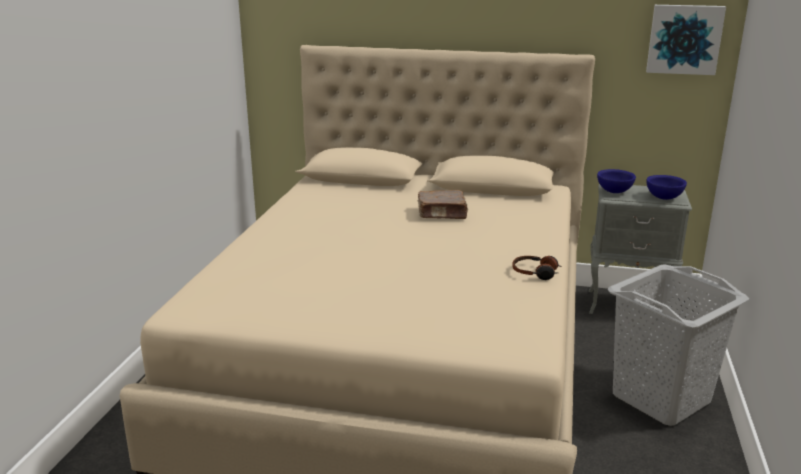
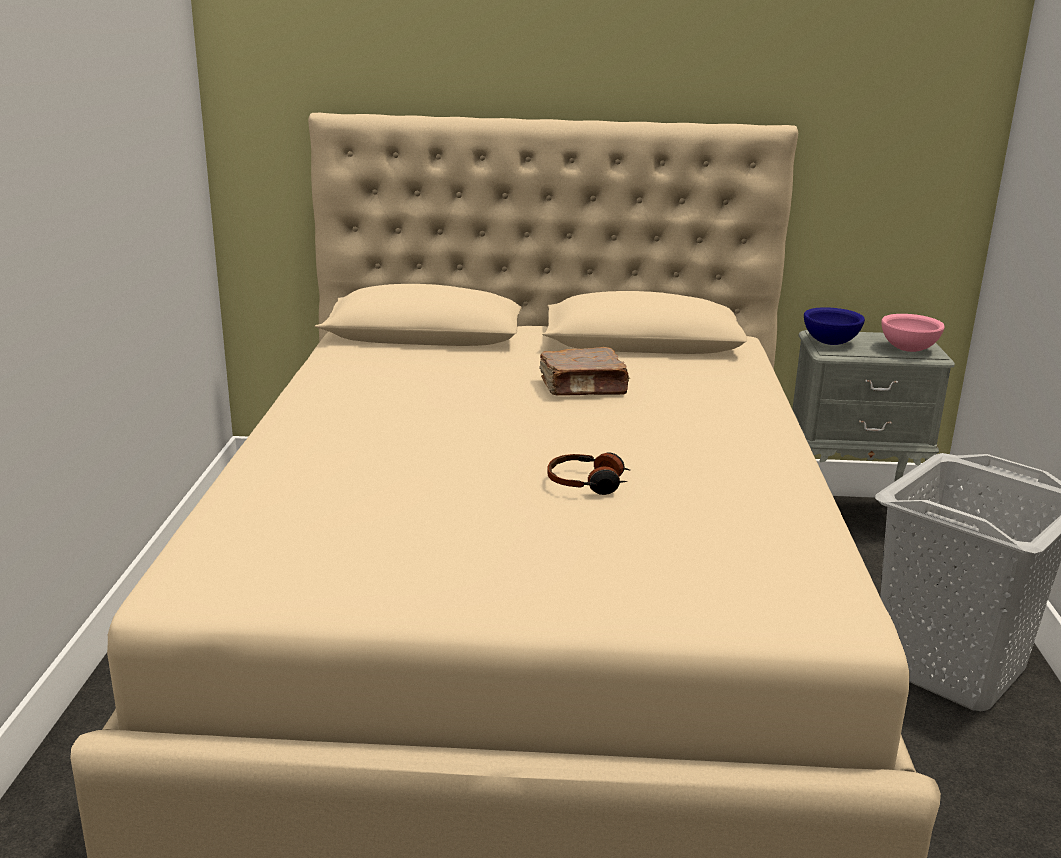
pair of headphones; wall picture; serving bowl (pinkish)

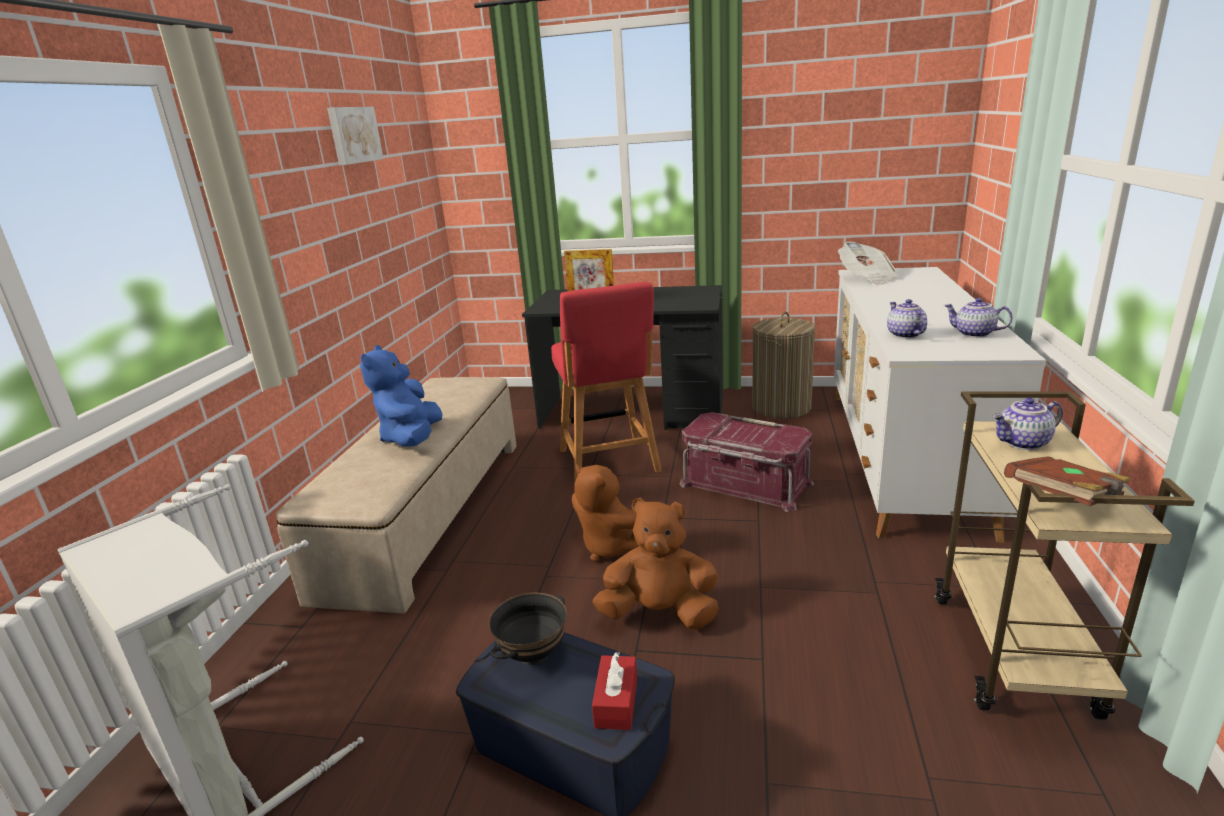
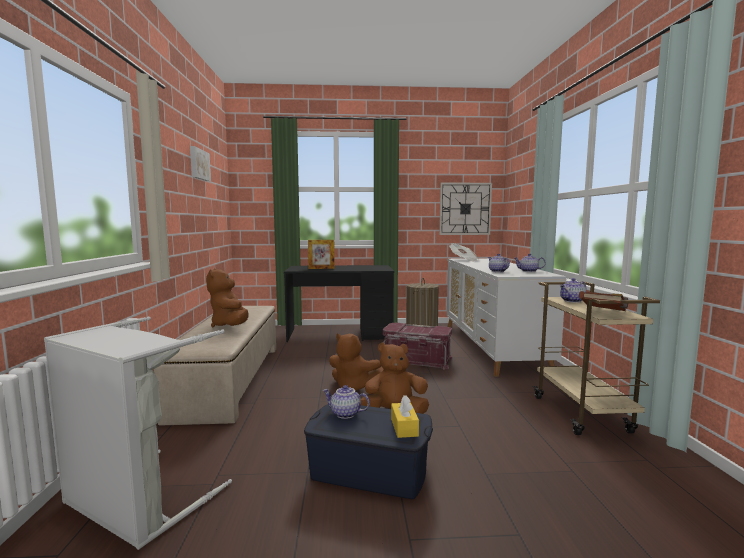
soft toy (brownish) (1st from left); pot for tea (1st from left); upright chair (red); tissue holder (yellow); hanging clock

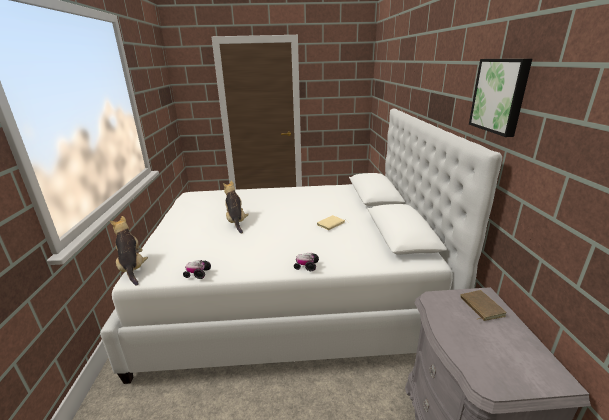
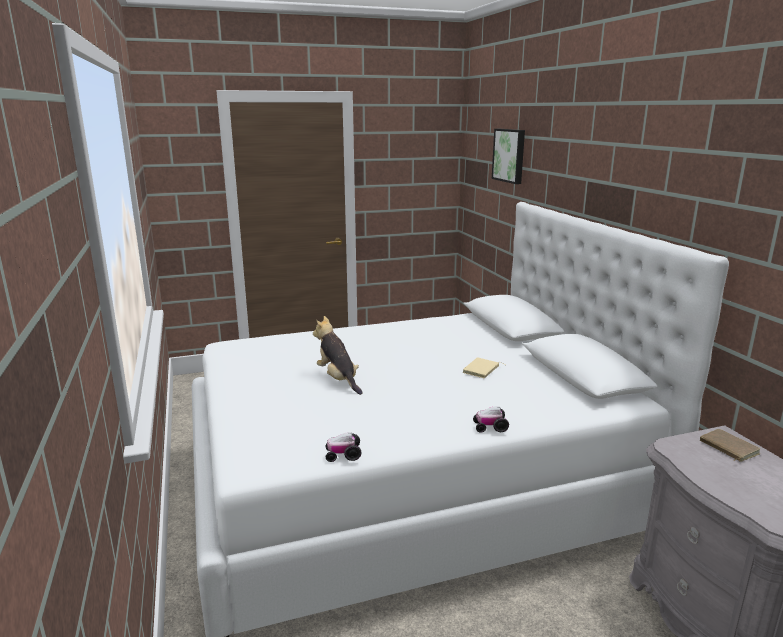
soft toy (1st from left in the first image); wall picture

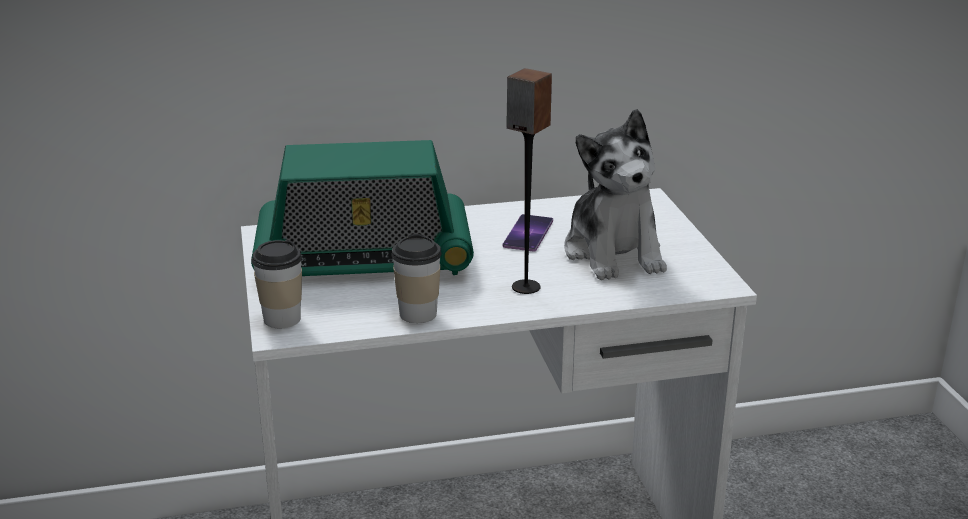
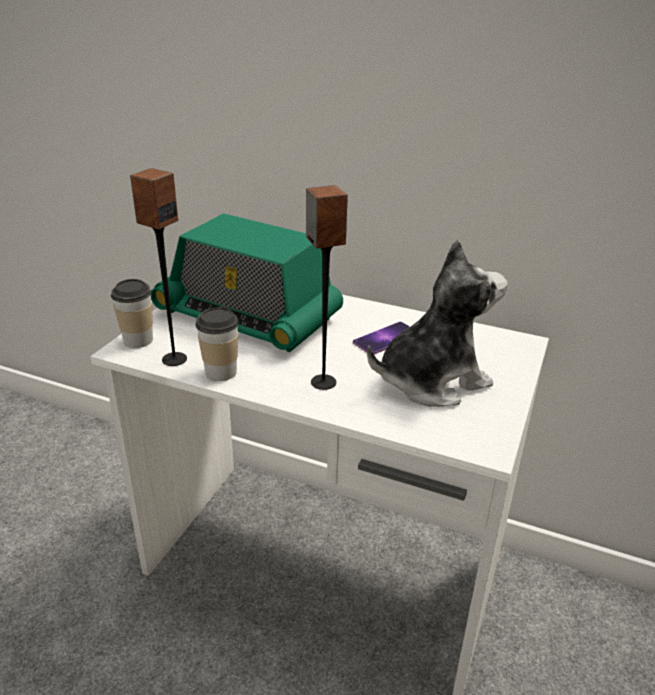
soft toy; loudspeaker (1st from left)

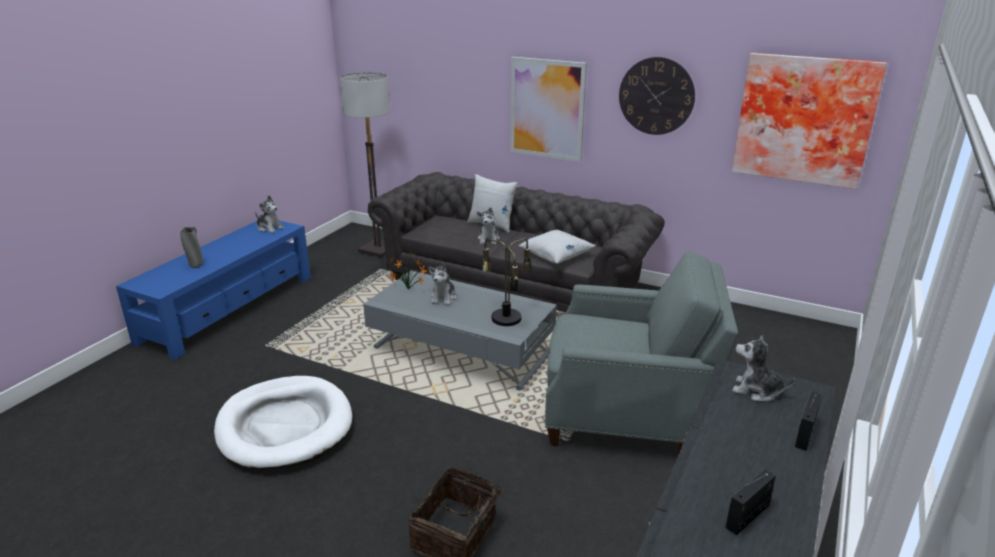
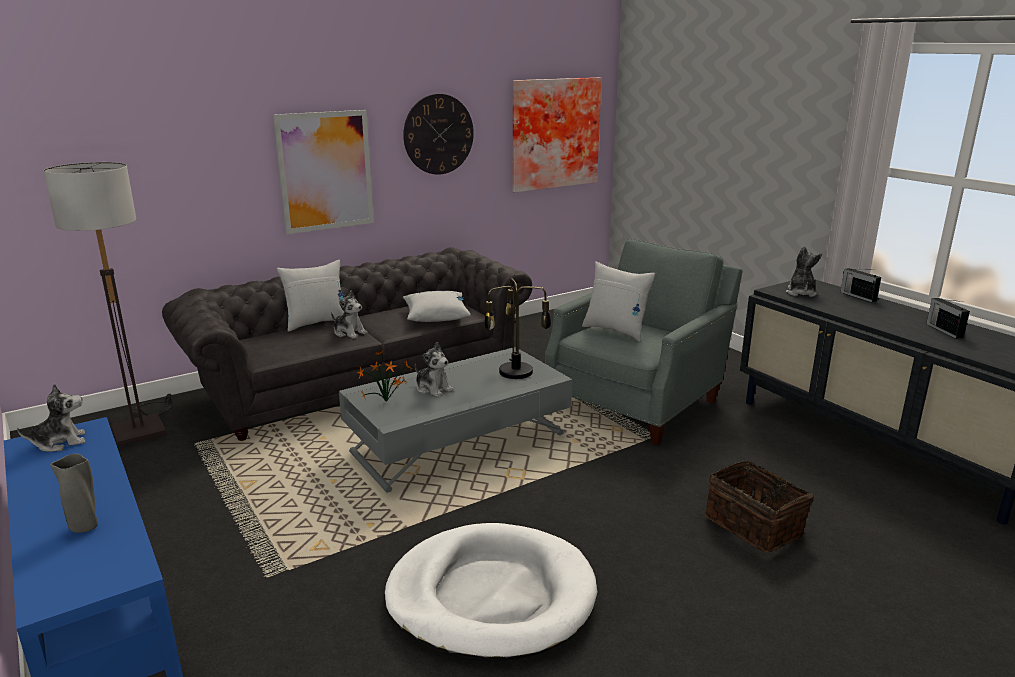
soft toy (4th from left); throw pillow (greyish) (3rd from left)

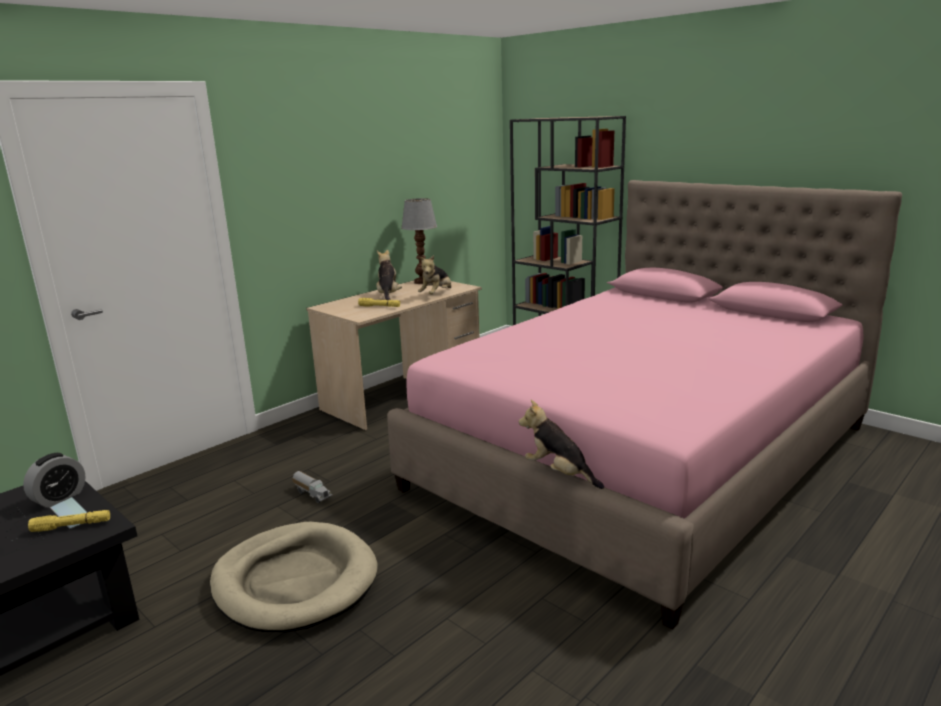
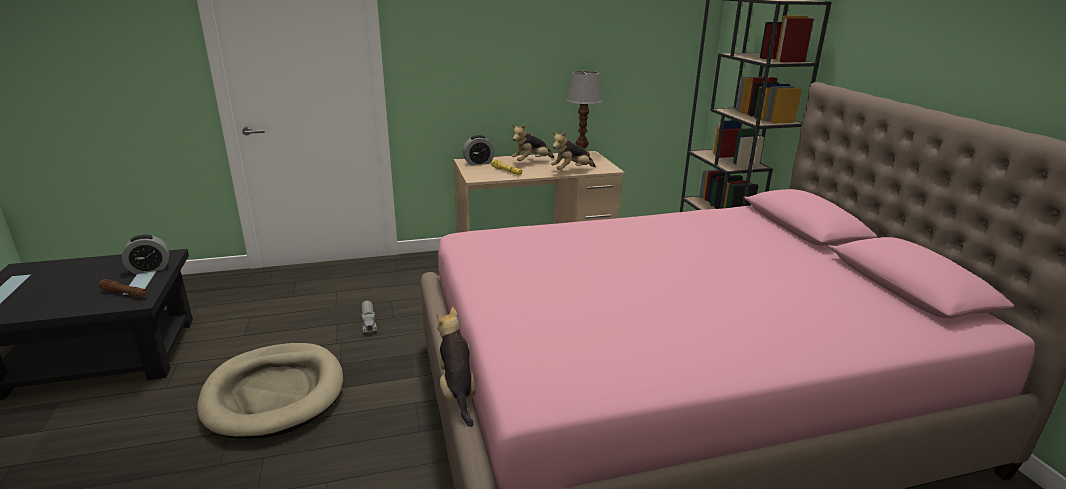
hand torch (brownish); soft toy (2nd from left); table clock (2nd from left)

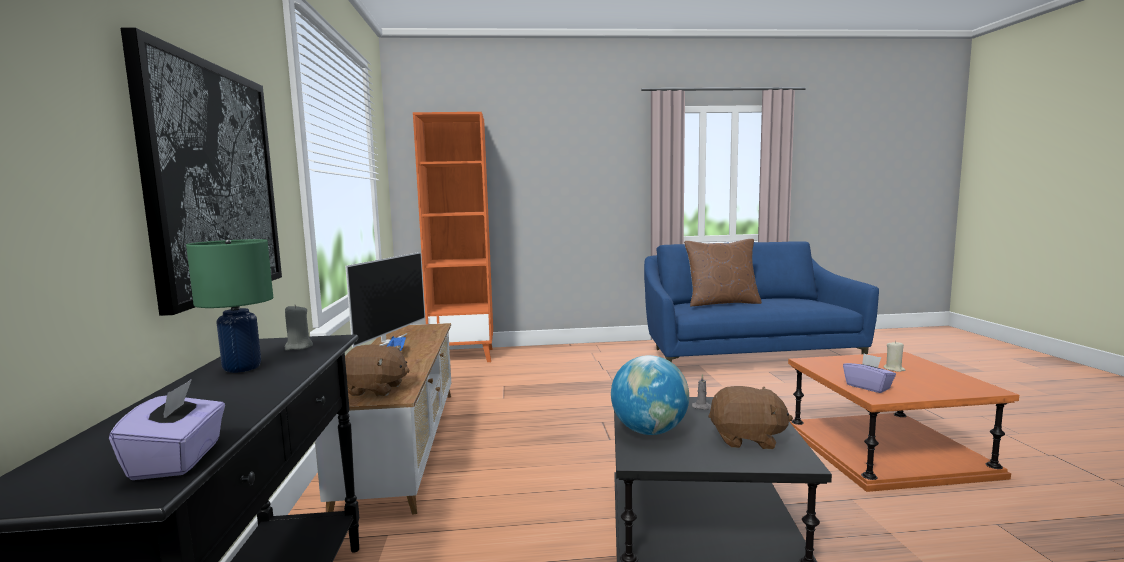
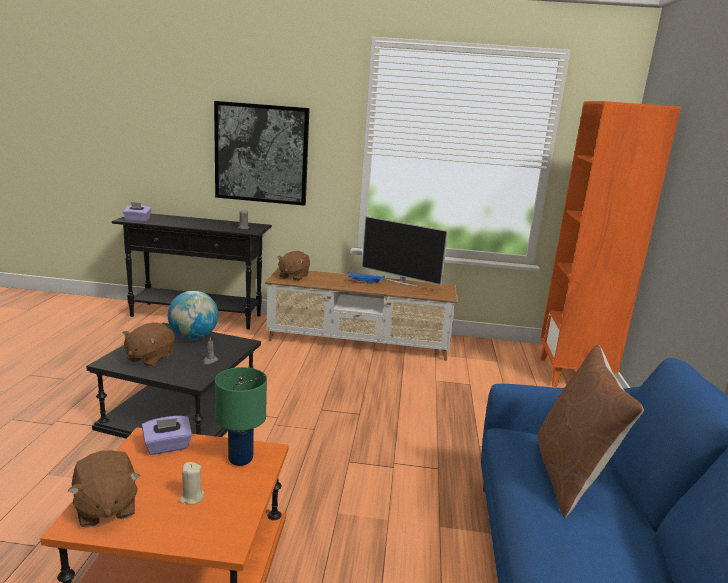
lamp for a table (green); soft toy (brownish) (1st from left)

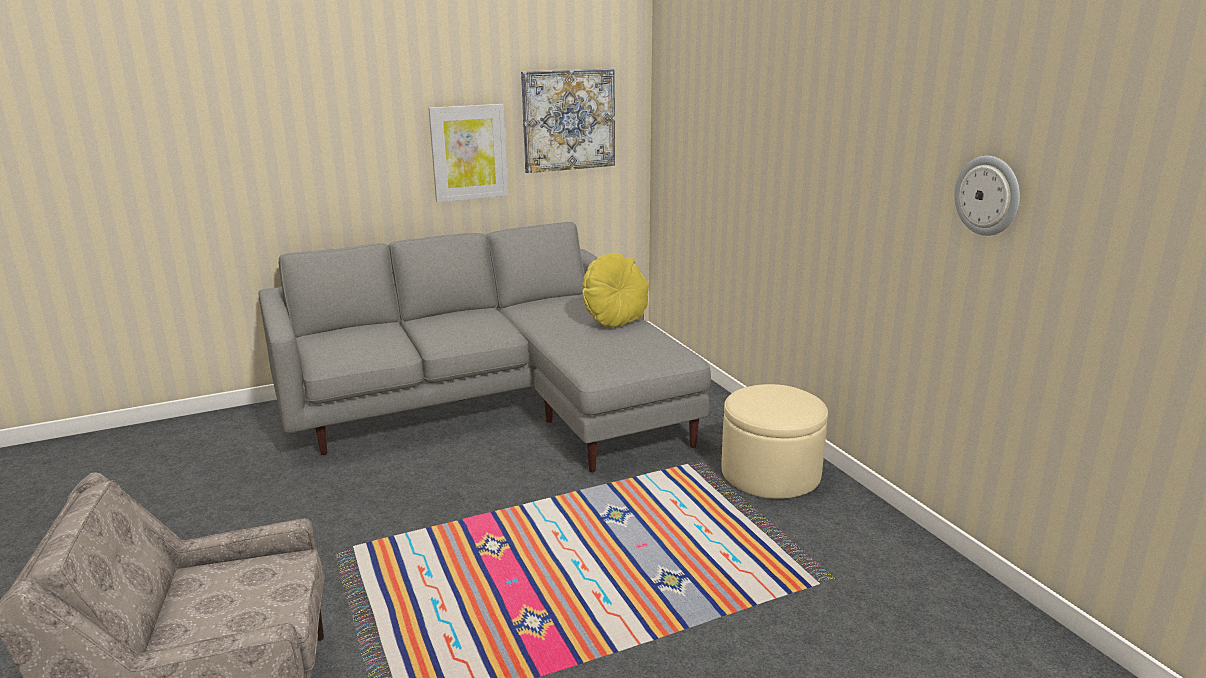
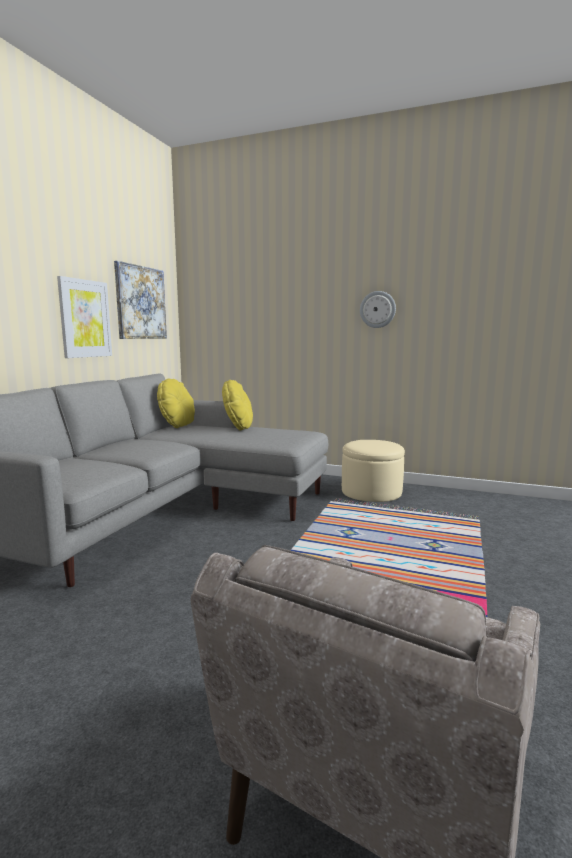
hanging clock; throw pillow (yellow) (1st from left)

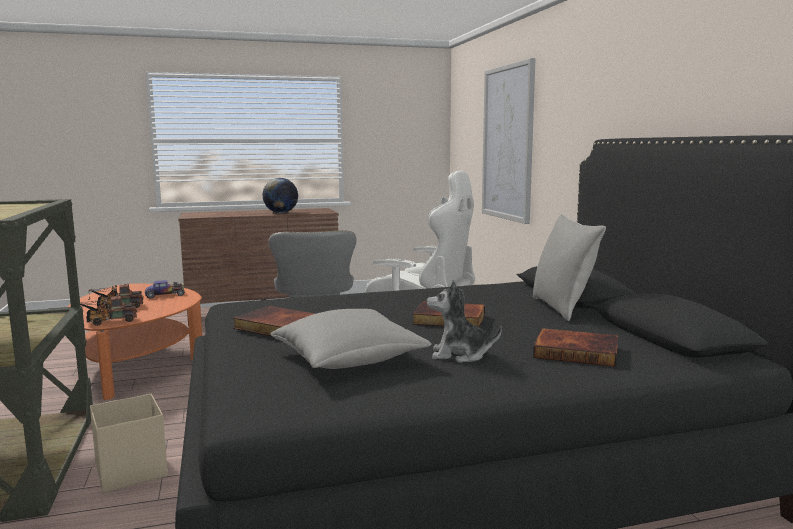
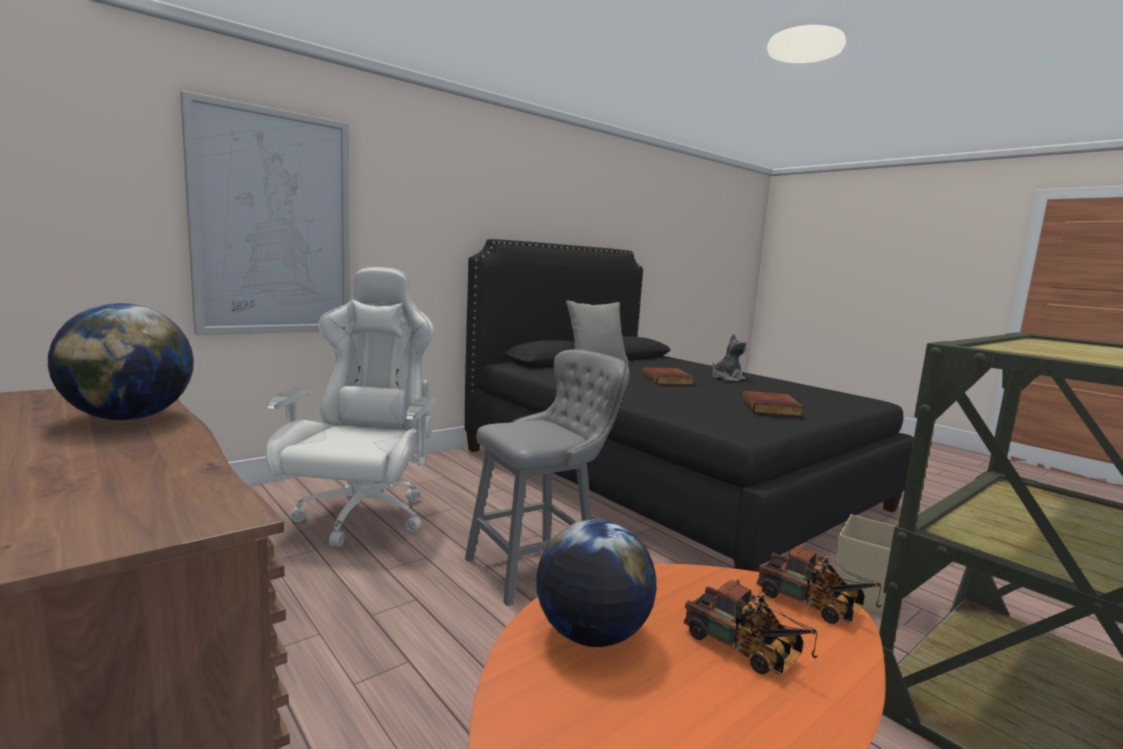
globe (2nd from left); throw pillow (greyish) (1st from left in the first image); soft toy; bound book (3rd from left in the first image)

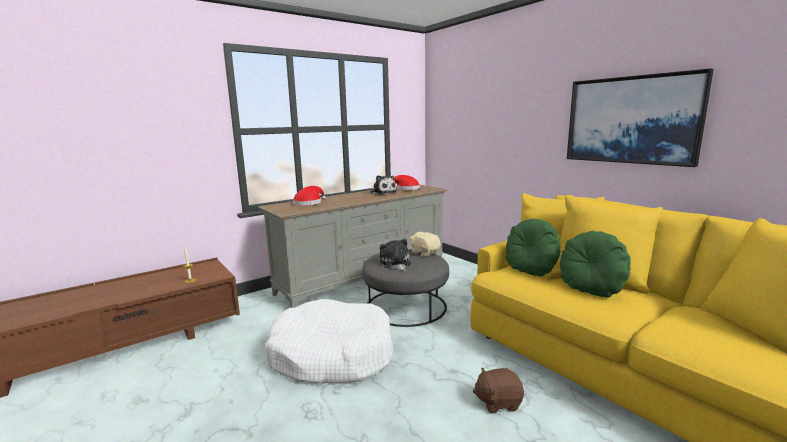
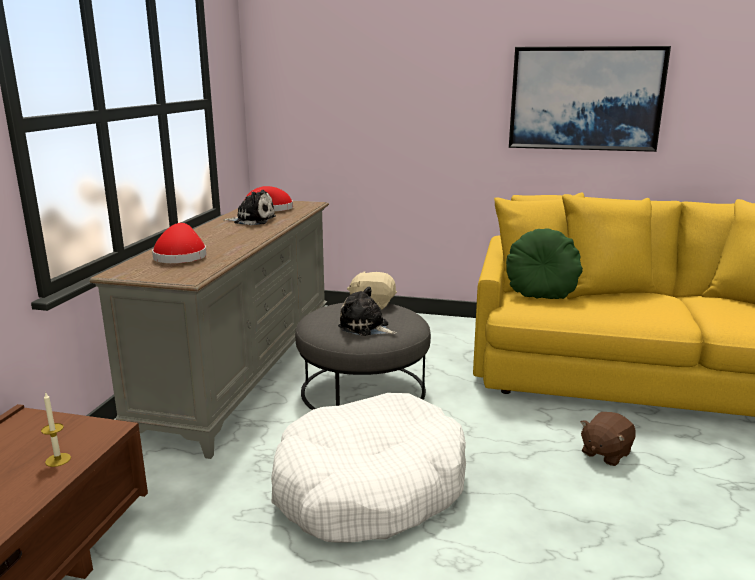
throw pillow (green) (2nd from left in the first image)

